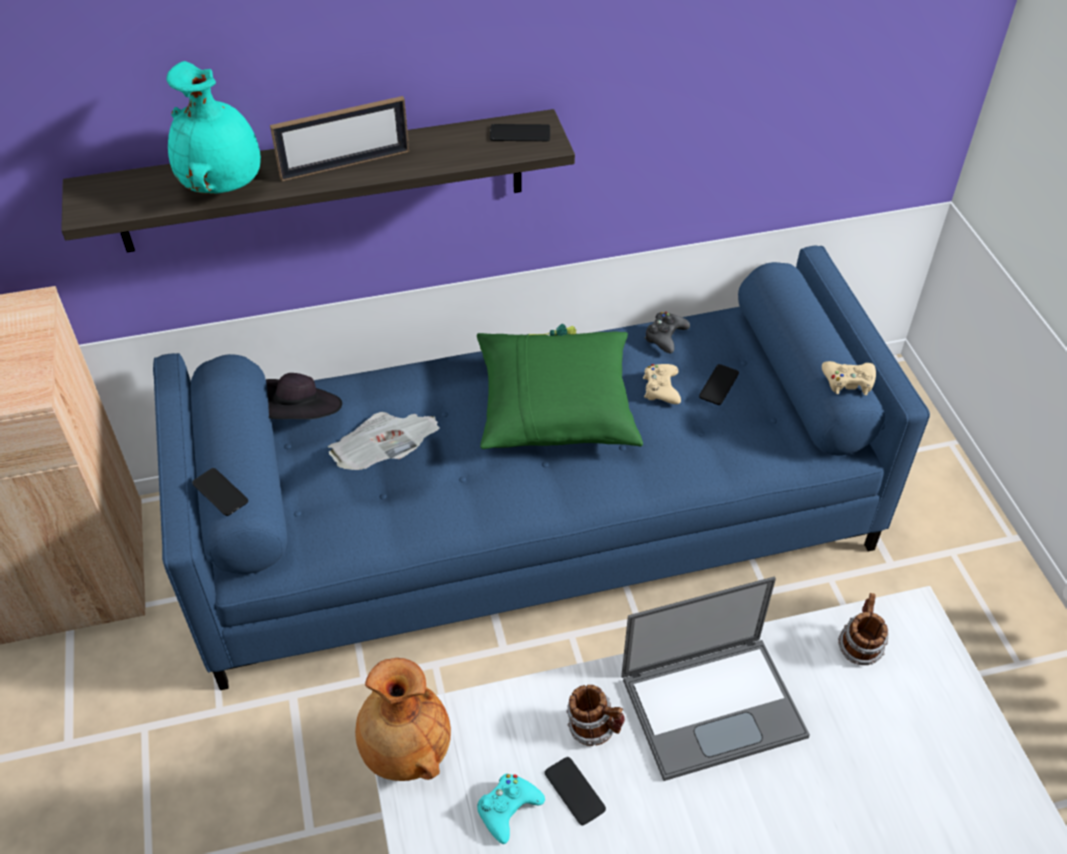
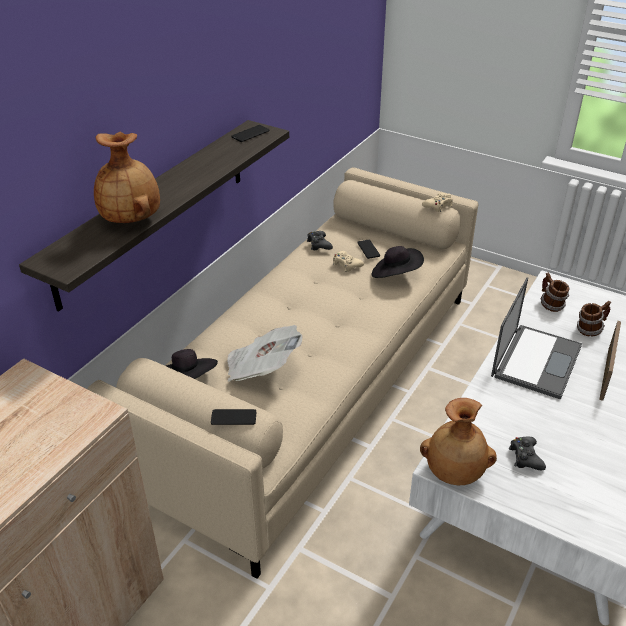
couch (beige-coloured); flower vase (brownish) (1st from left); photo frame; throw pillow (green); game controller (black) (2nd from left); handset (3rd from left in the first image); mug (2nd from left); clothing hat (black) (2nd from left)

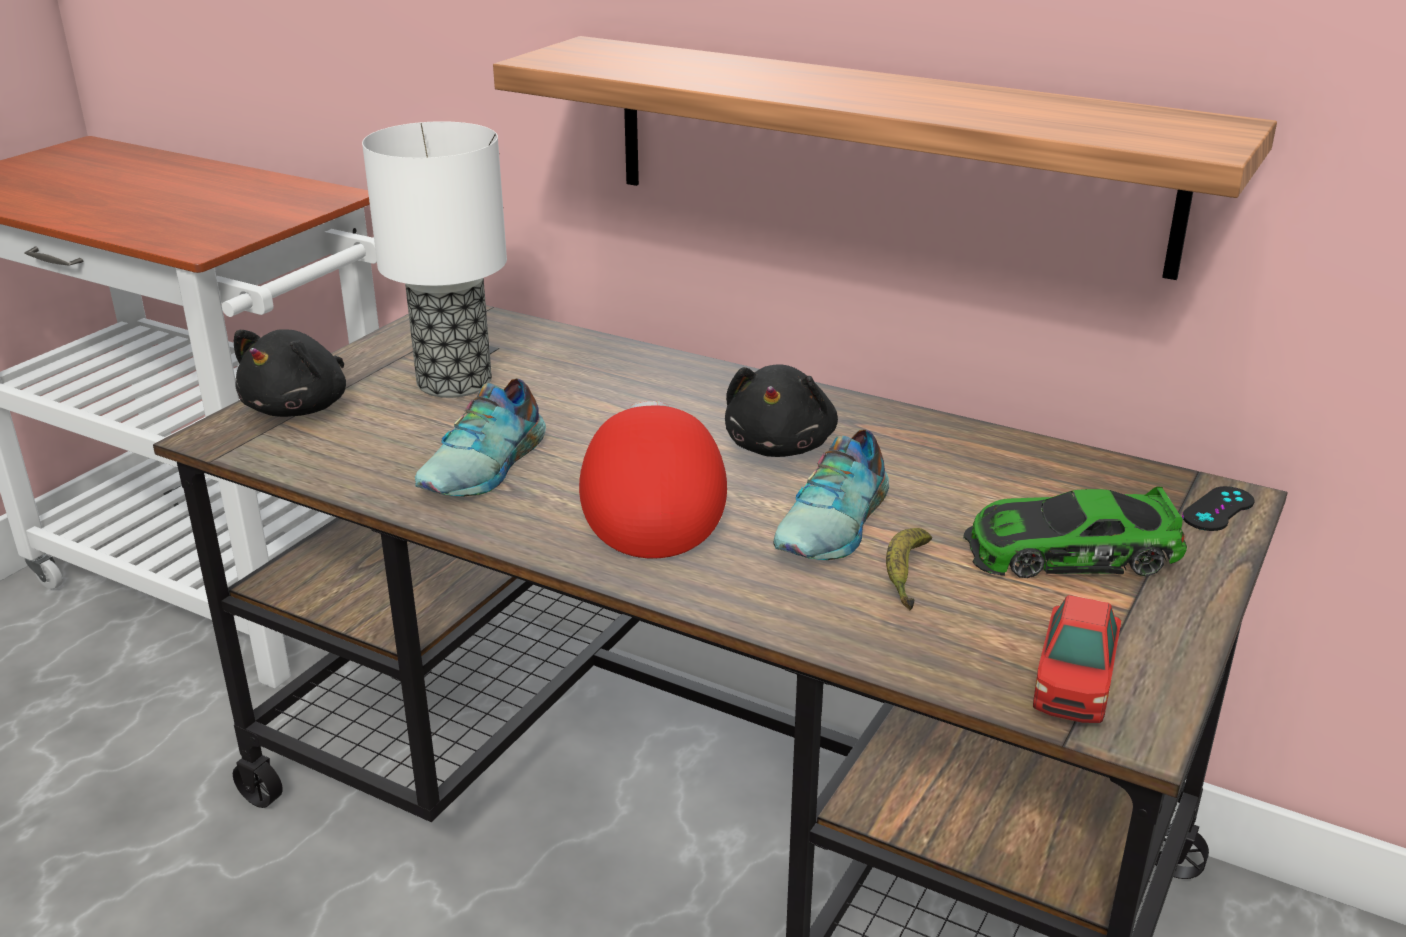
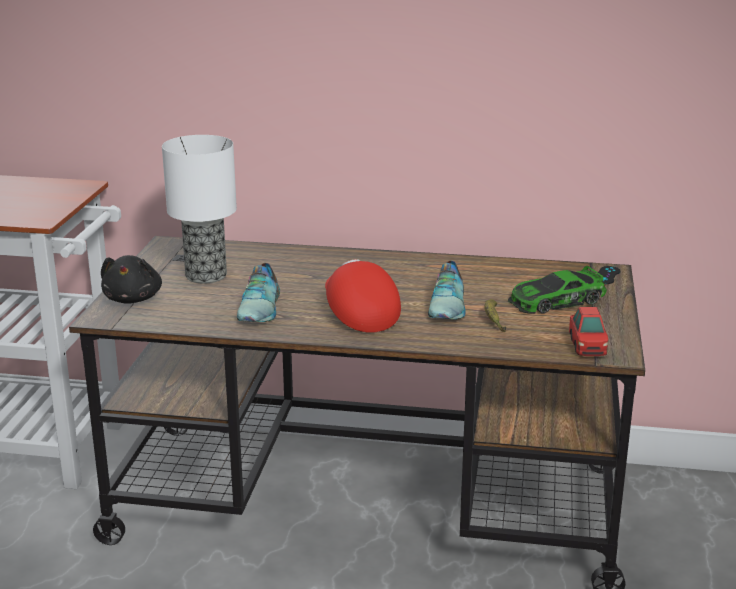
shelf; soft toy (black) (2nd from left in the first image)

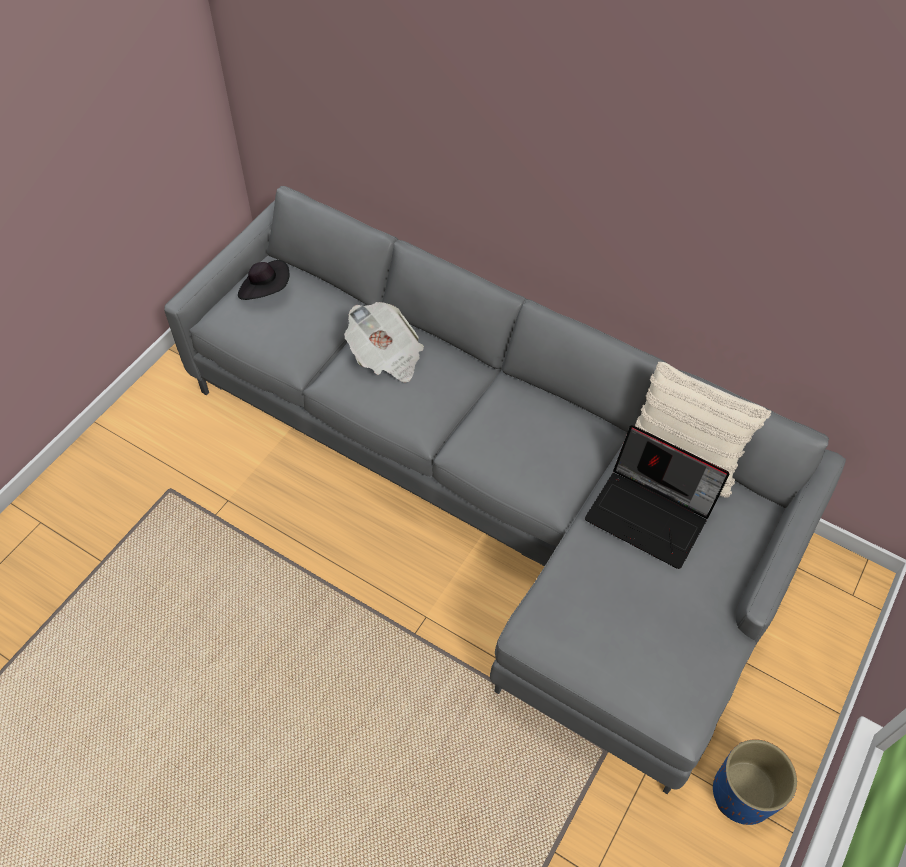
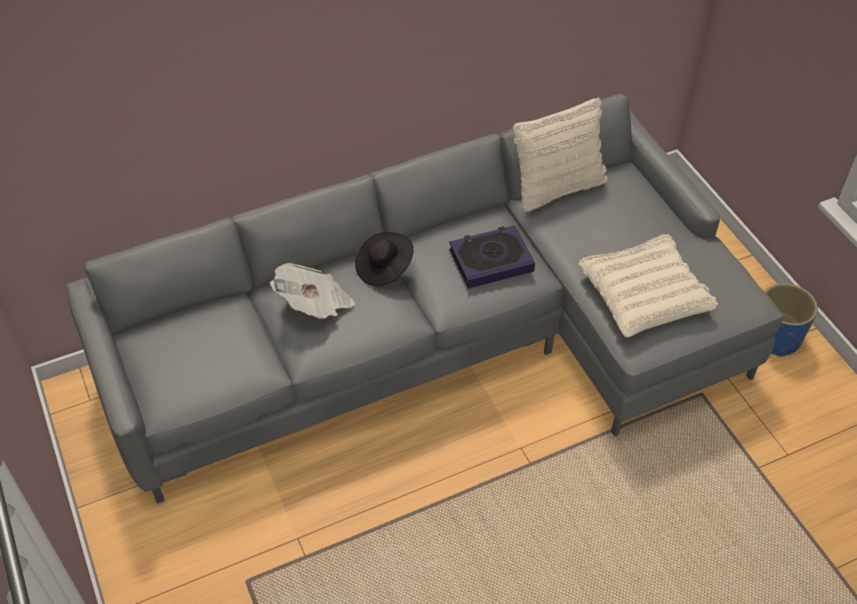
clothing hat (black); notebook computer; bound book; throw pillow (beige-coloured) (2nd from left)

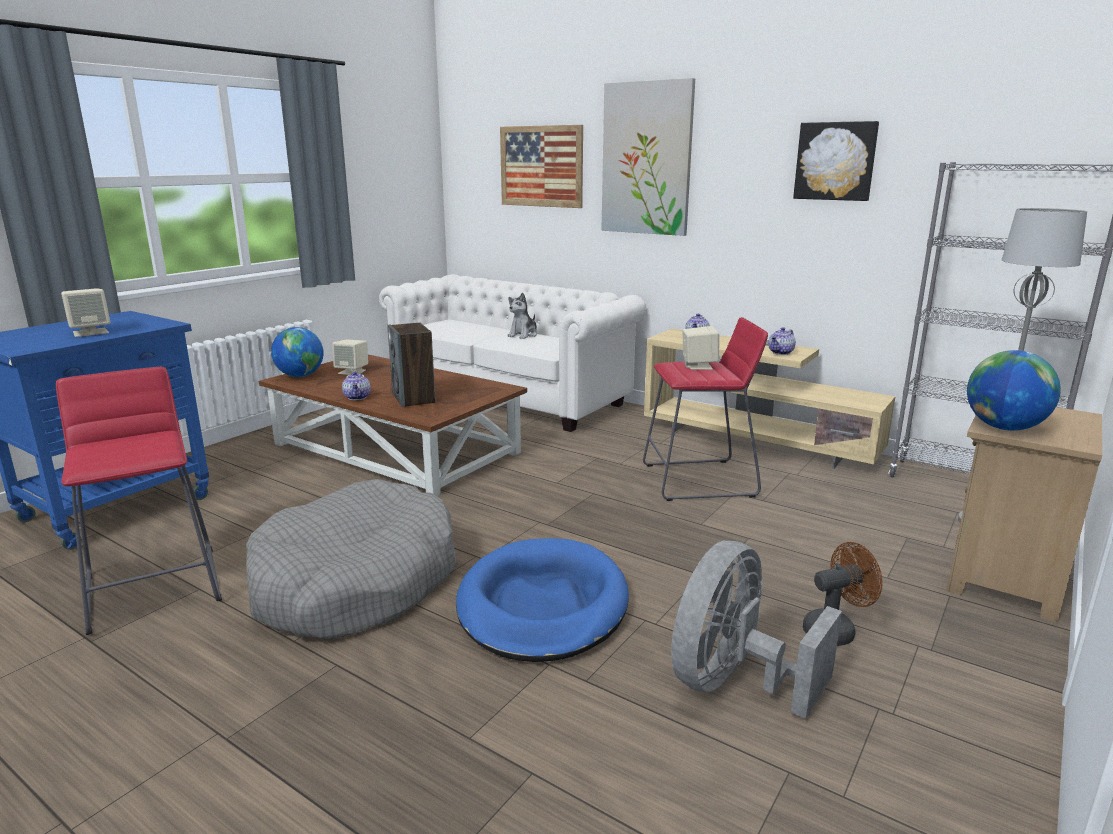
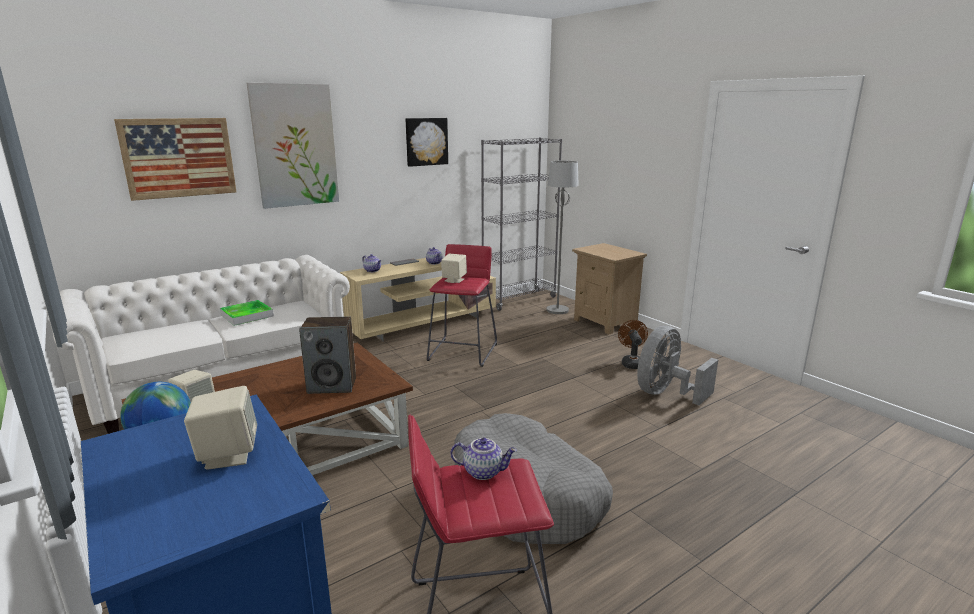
pot for tea (3rd from left); dog bed (bluish); serving tray; fan (greyish); globe (2nd from left in the first image)

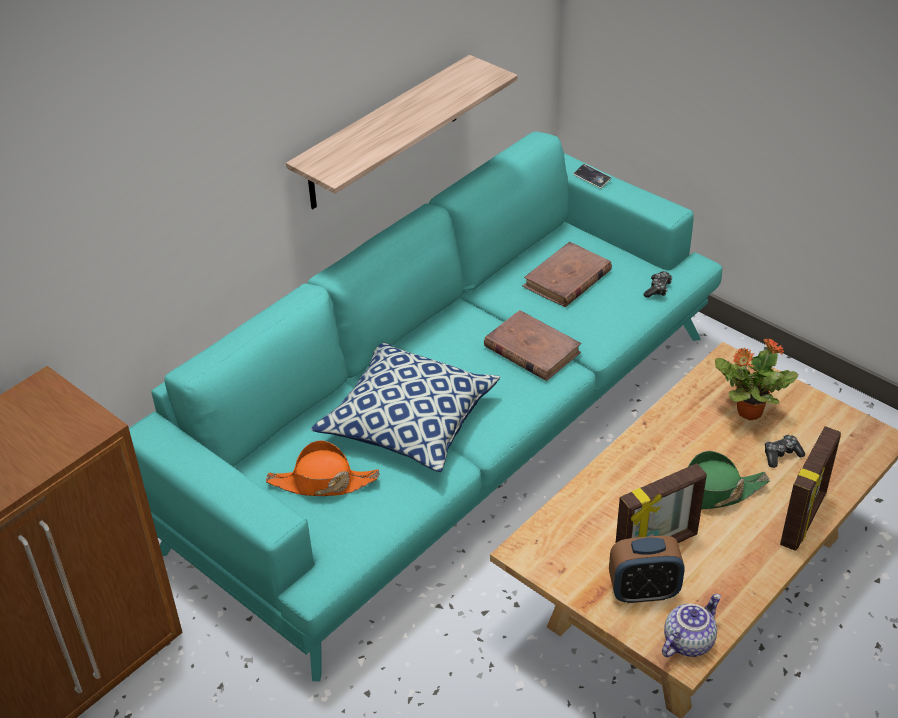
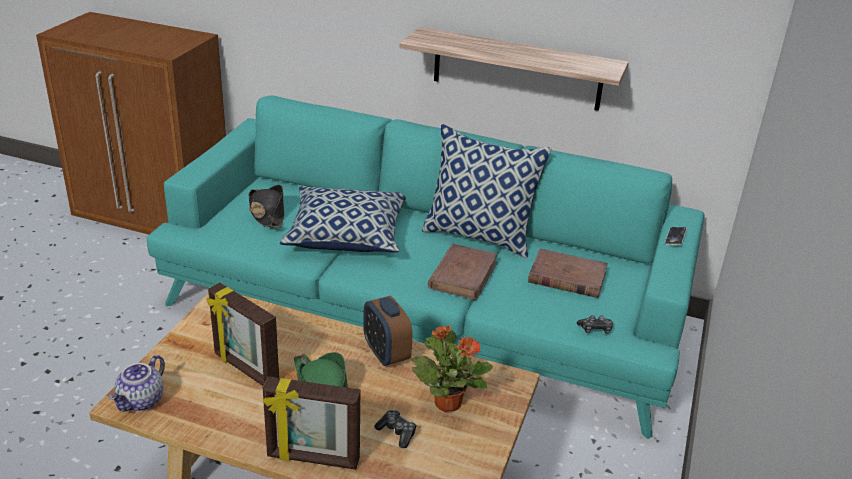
clothing hat (black); table clock; pot for tea; throw pillow (2nd from left)

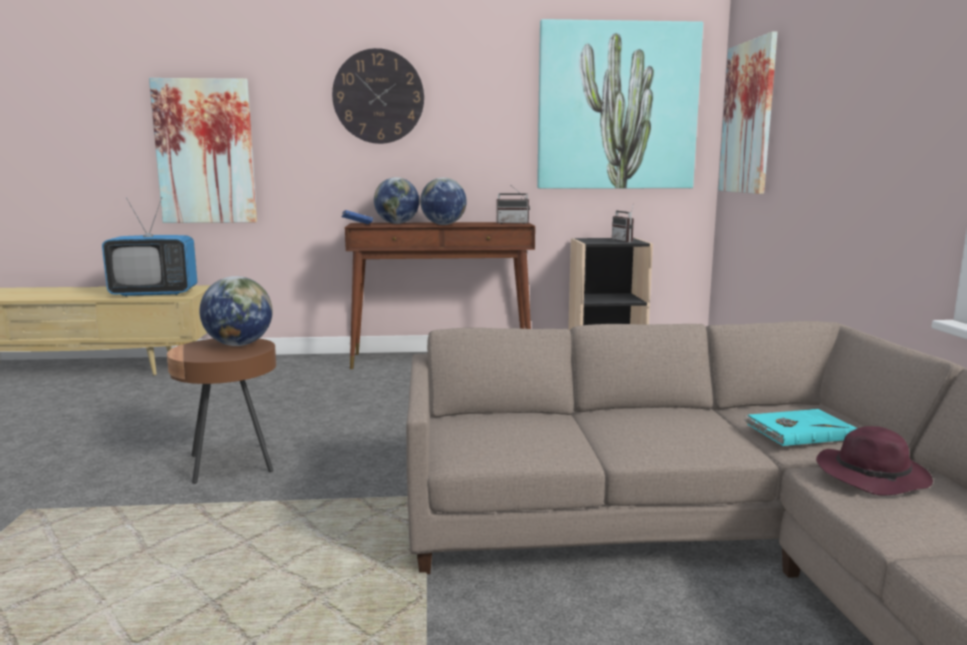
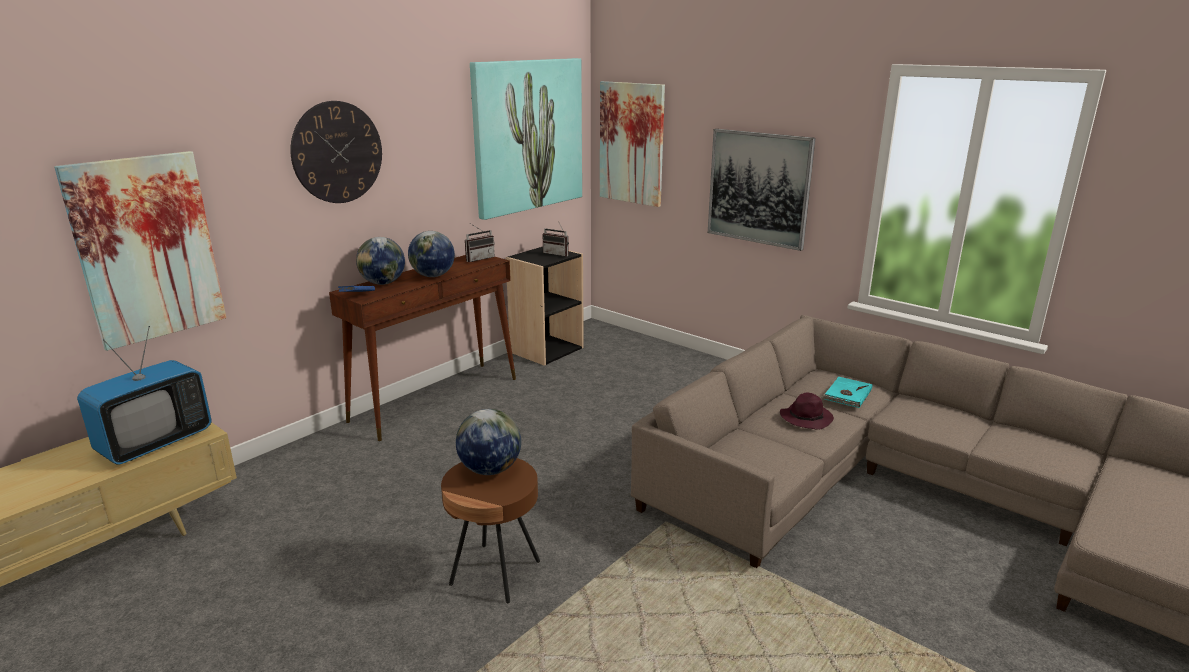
clothing hat (purple-coloured); wall picture (4th from left)

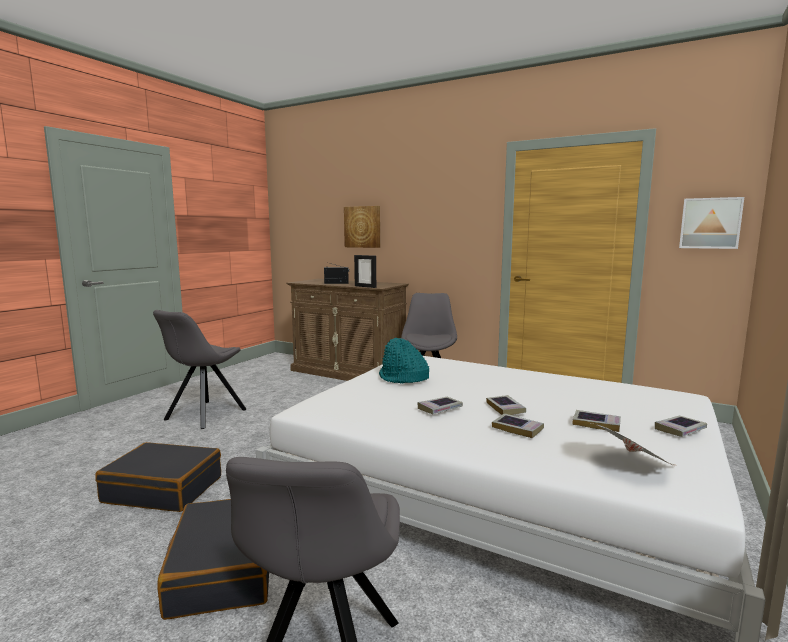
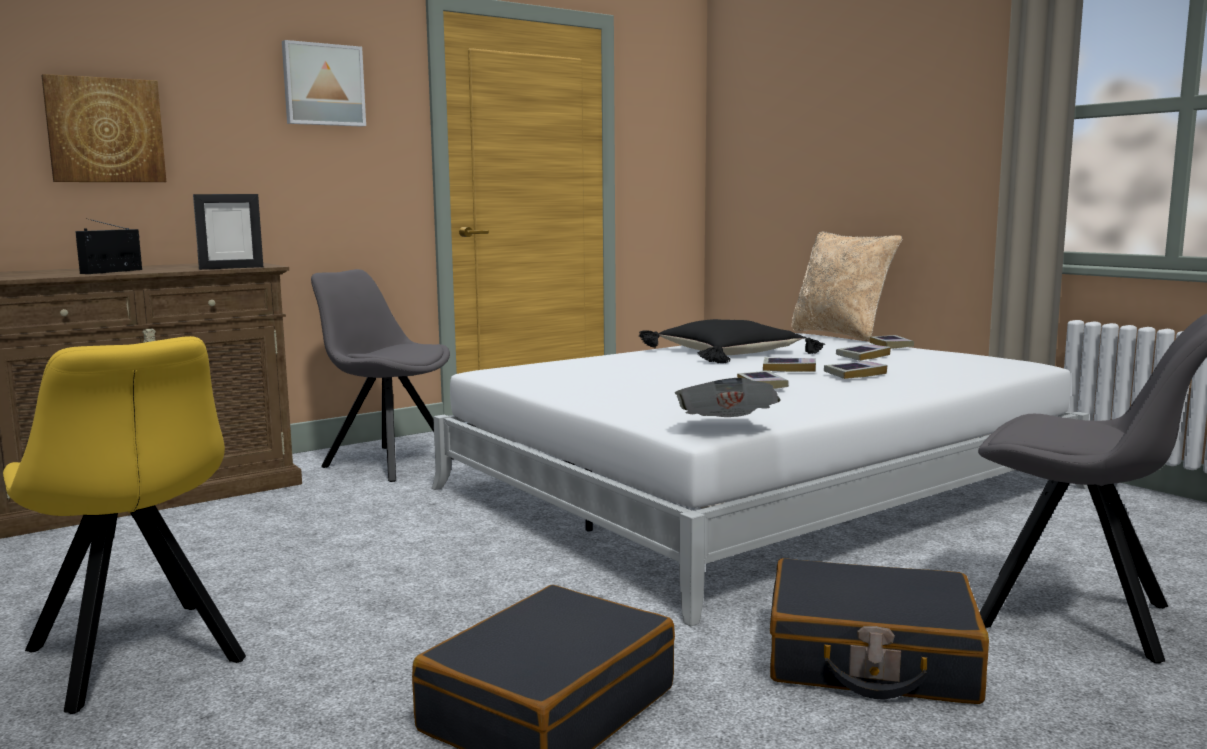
upright chair (yellow); clothing hat (turquoise); daily paper; wall picture (2nd from left); throw pillow (black); throw pillow (beige-coloured)

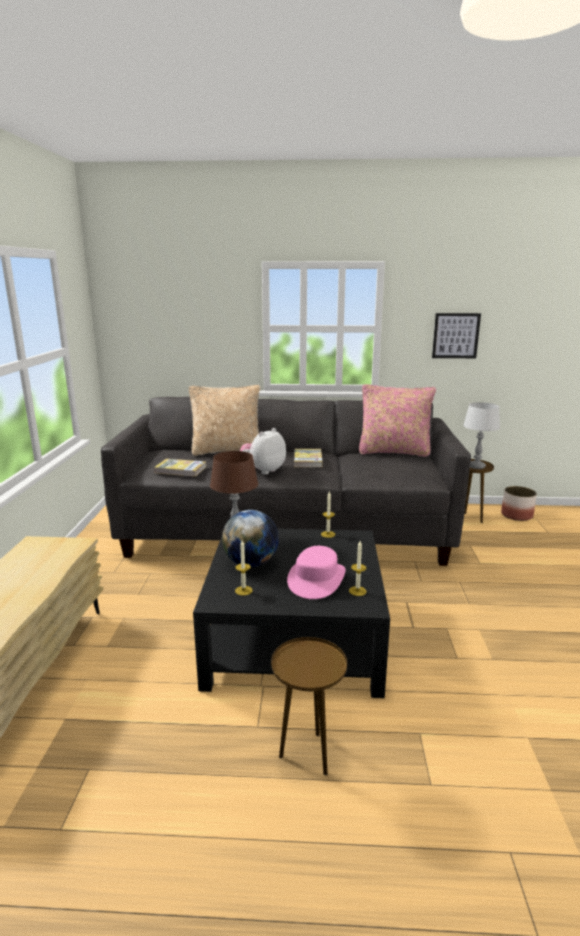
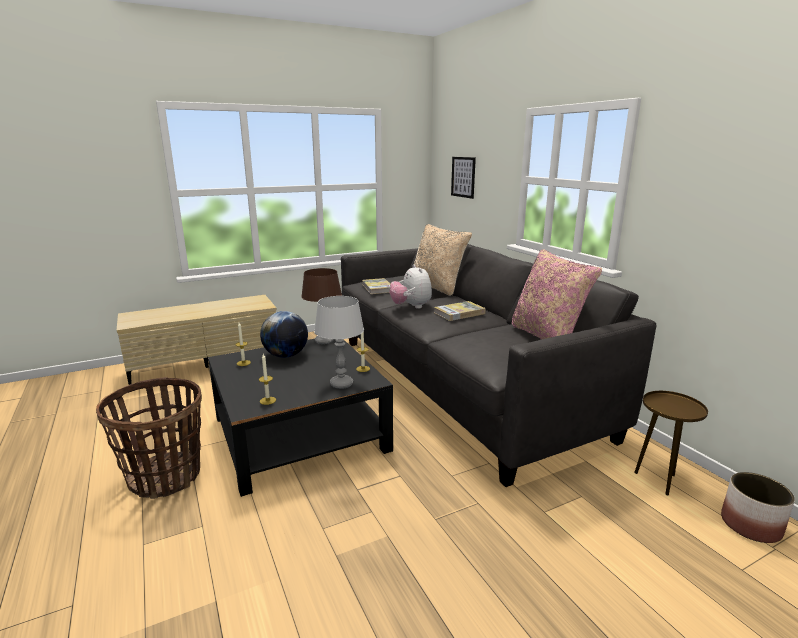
soft toy; storage basket; clothing hat (pinkish); wall picture; lamp for a table (greyish)

